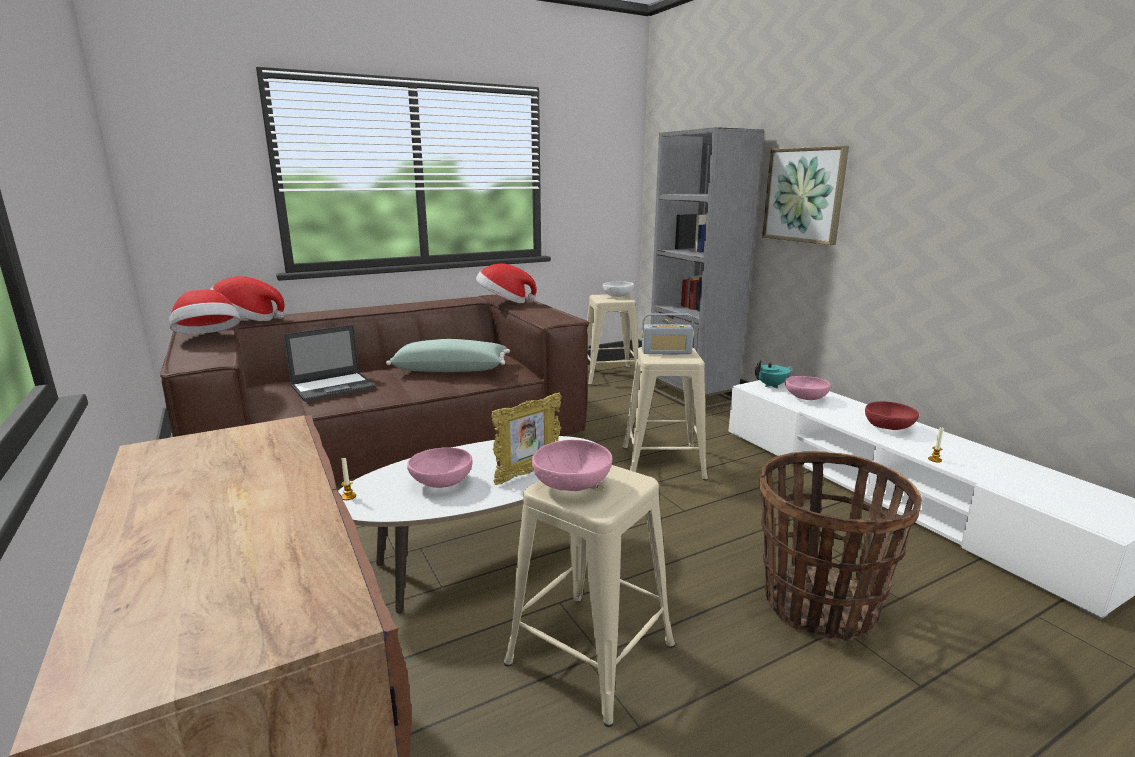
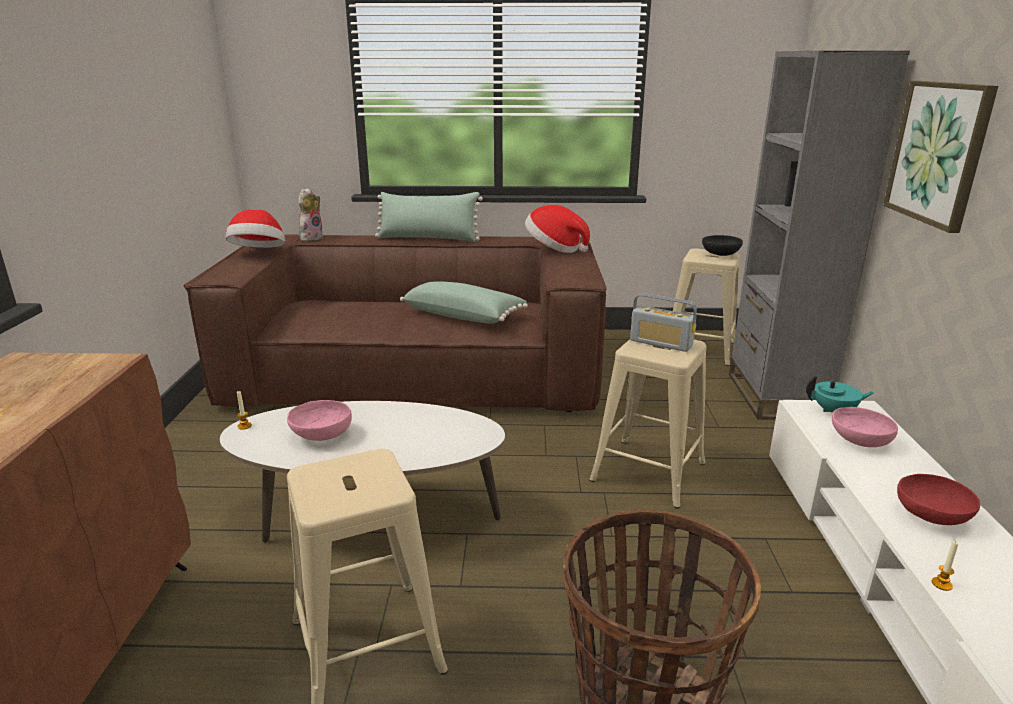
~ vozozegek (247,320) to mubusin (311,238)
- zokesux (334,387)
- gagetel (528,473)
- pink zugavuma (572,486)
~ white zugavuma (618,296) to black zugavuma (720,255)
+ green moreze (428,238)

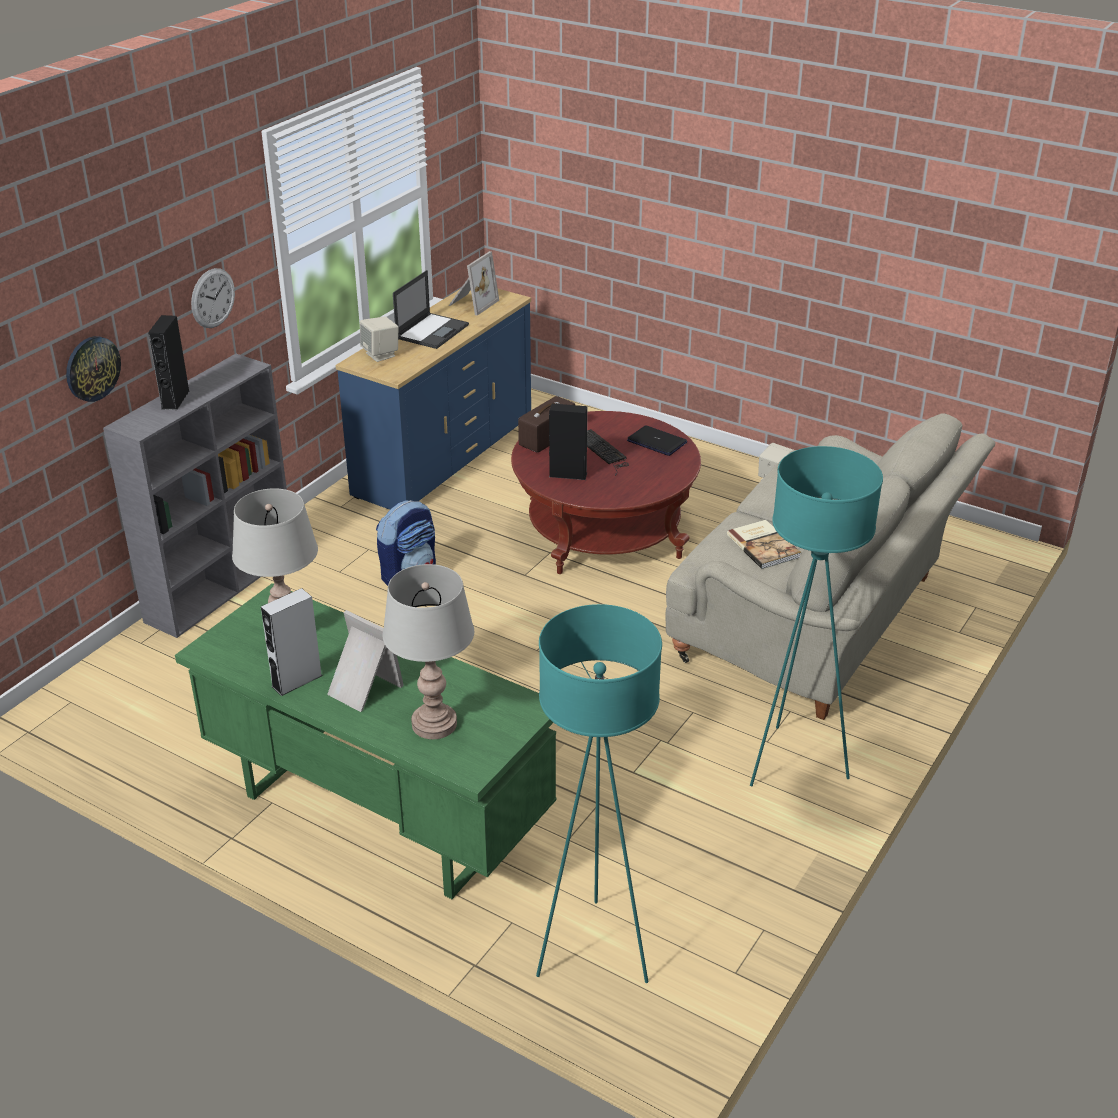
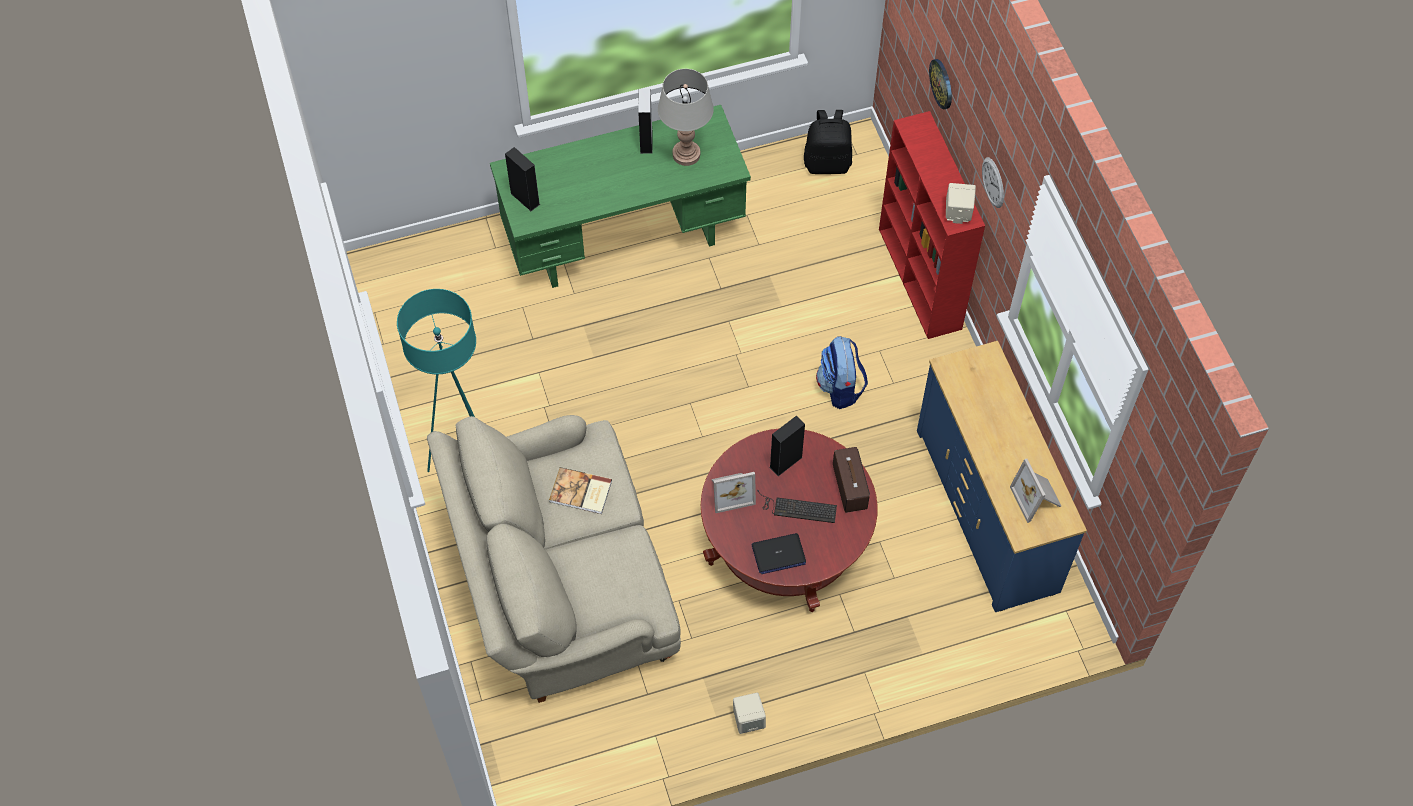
~ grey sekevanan (222,585) to red sekevanan (920,279)
~ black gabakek (175,400) to (525,198)
~ gagetel (361,689) to (730,491)
~ beige gabakek (381,354) to (957,213)
- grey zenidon (434,724)
- zokesux (432,331)
- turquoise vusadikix (594,950)
+ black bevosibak (827,163)

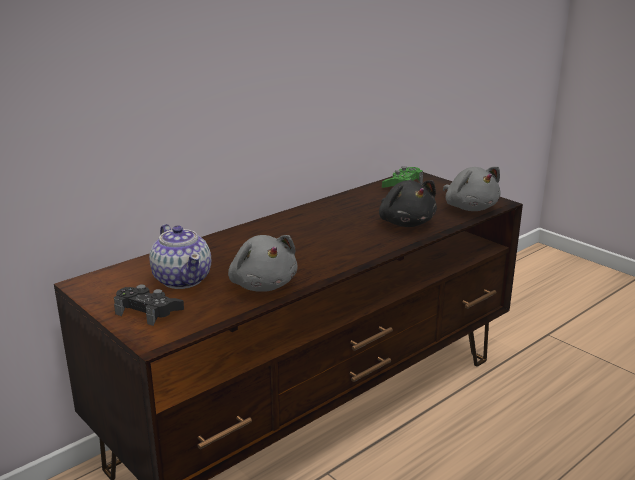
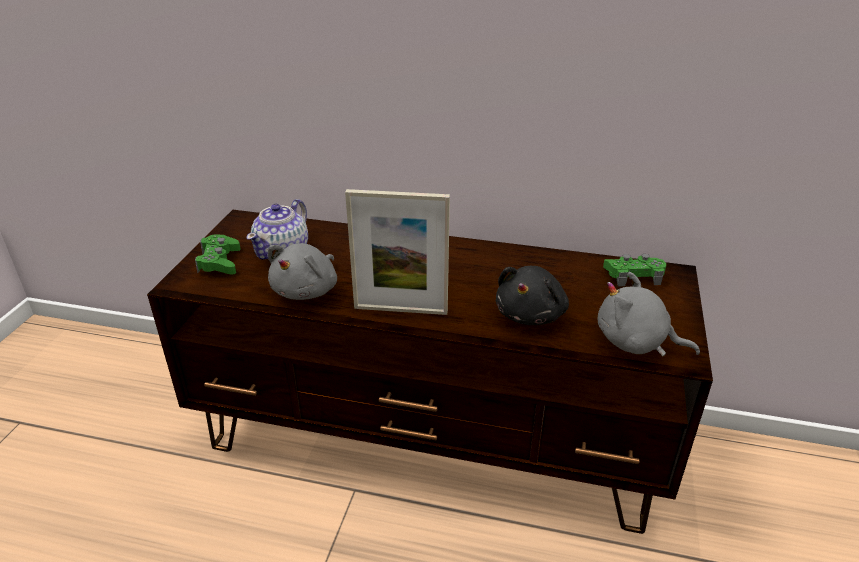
~ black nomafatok (148,311) to green nomafatok (219,262)
~ grey mubusin (469,207) = (636,343) 90 degrees clockwise
+ gagetel (400,310)

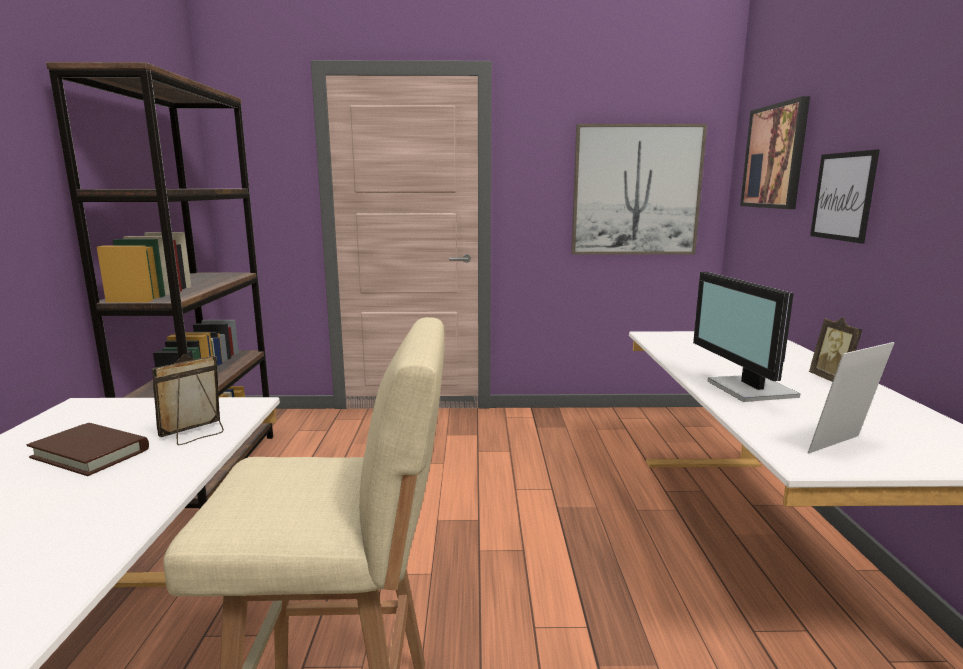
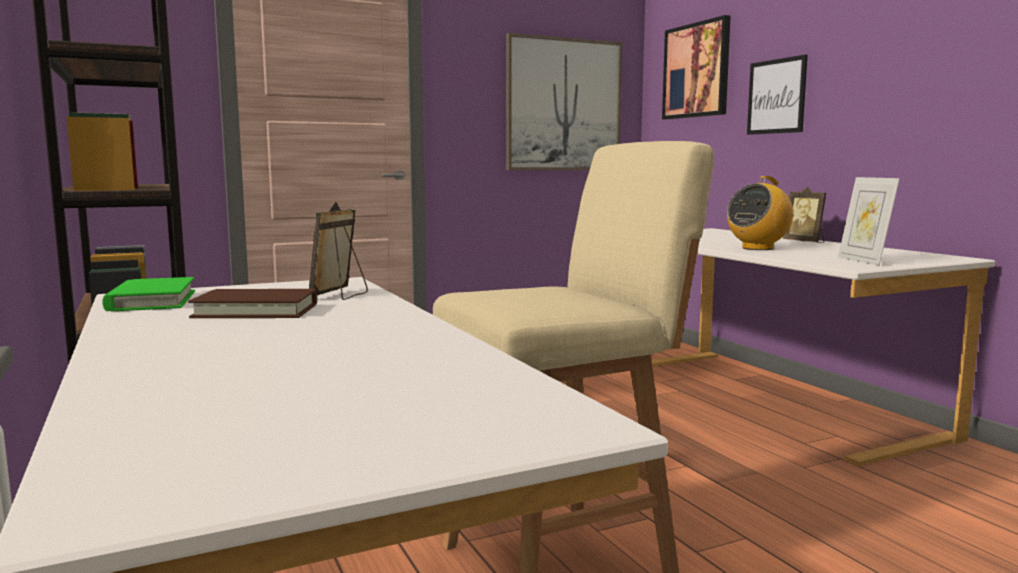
~ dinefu (749,389) to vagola (758,248)
~ gagetel (842,447) = (863,261) 45 degrees counterclockwise
+ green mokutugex (152,301)

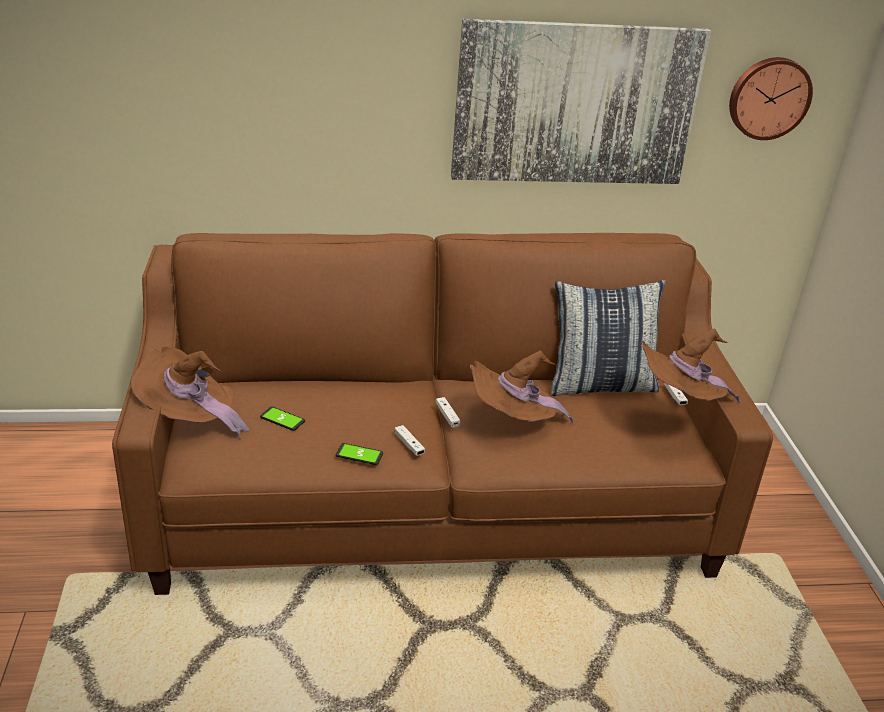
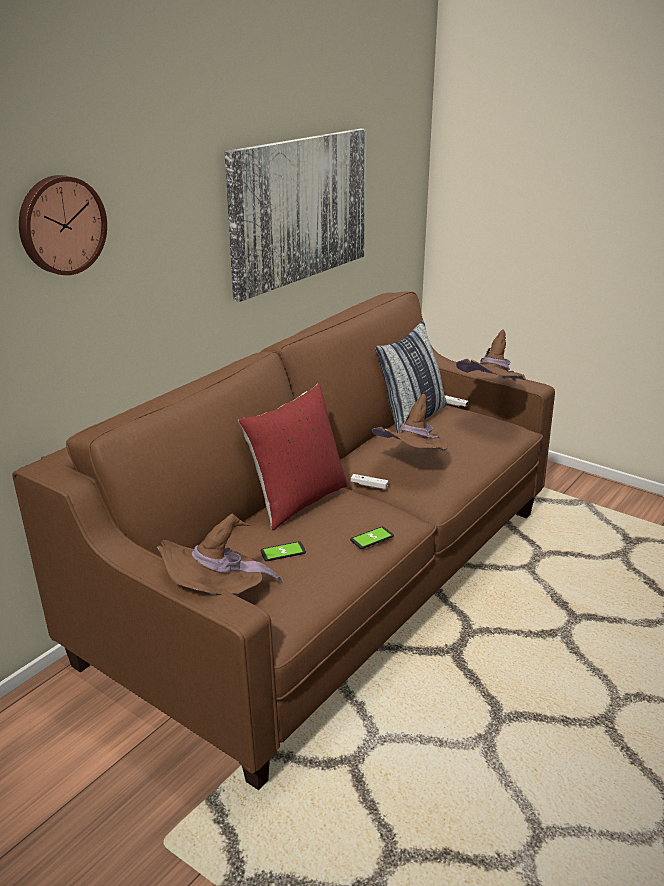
- white nomafatok (409,445)
~ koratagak (768,97) to (61,225)
+ red moreze (297,501)

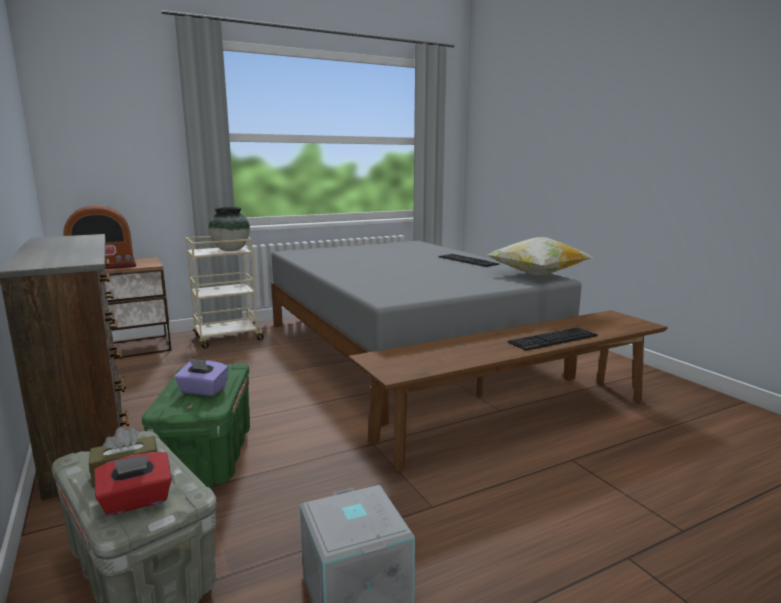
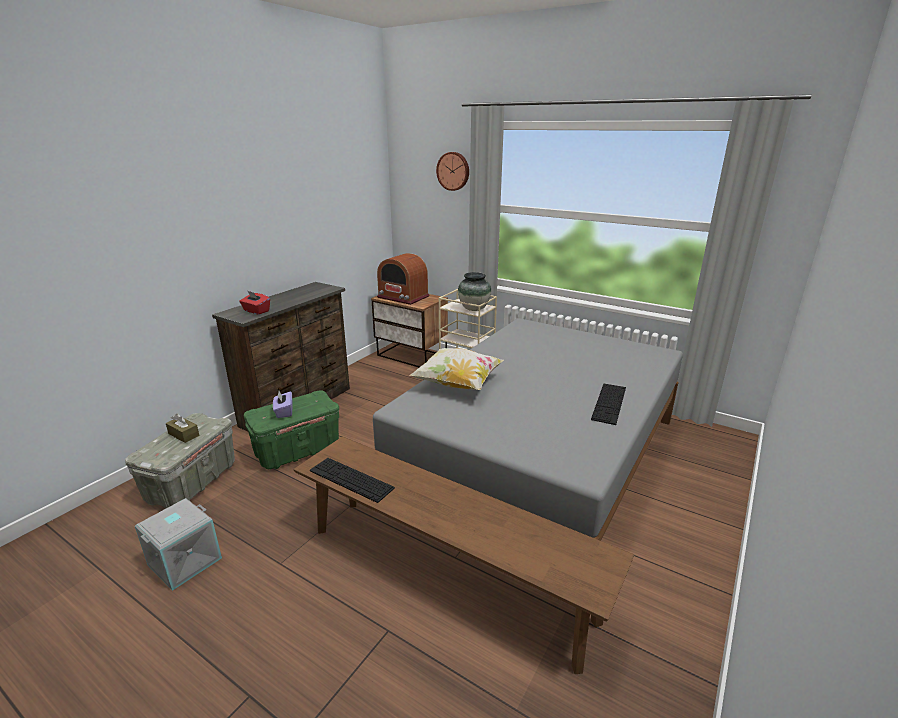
~ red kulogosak (136,501) to (256,311)
~ moreze (537,275) to (458,384)
~ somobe (553,339) to (351,479)
+ koratagak (453,171)

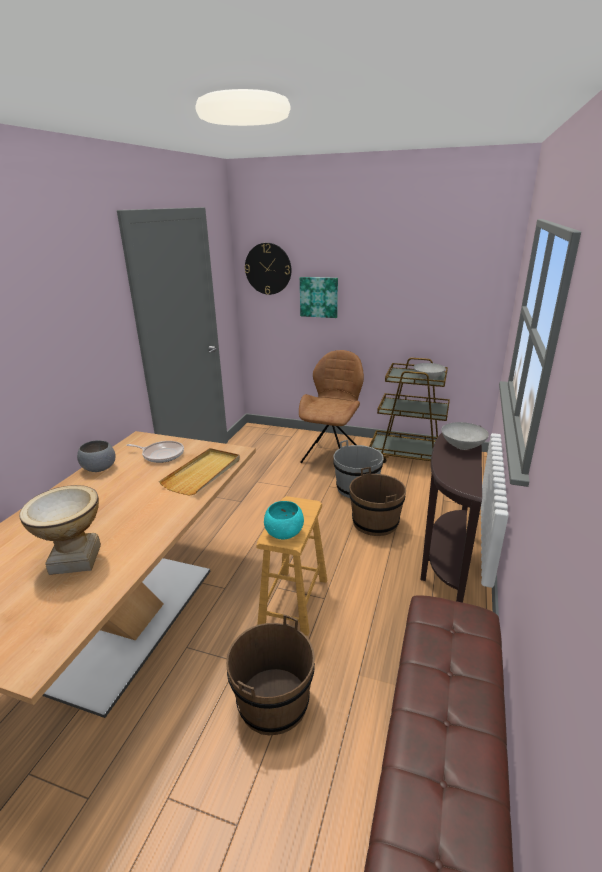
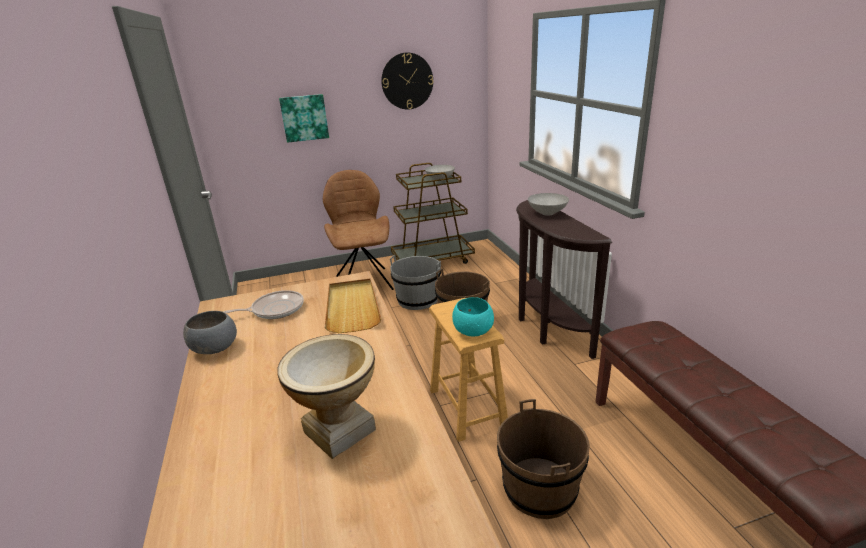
~ koratagak (268,269) to (407,81)

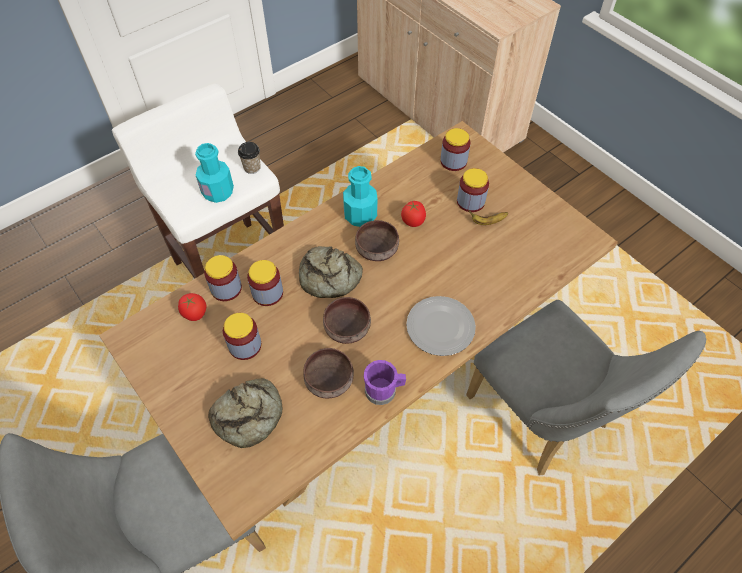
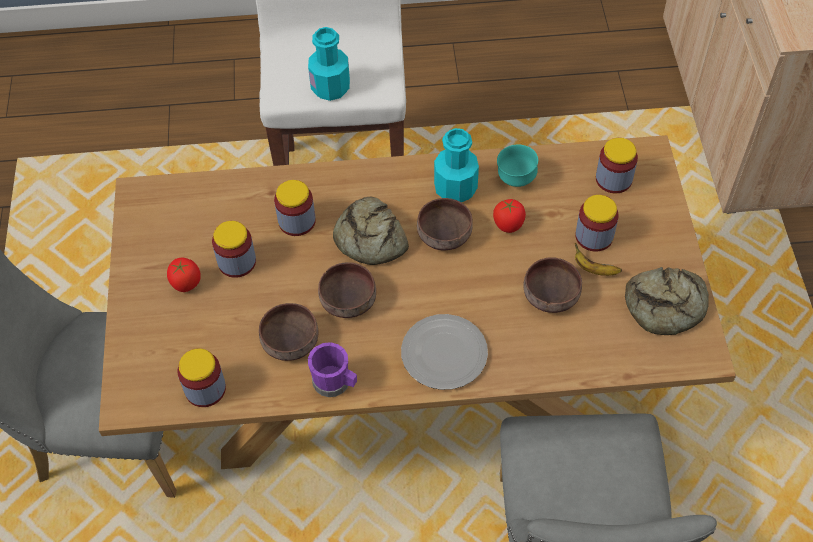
~ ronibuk (195,314) to (186,283)
~ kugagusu (226,288) to (205,389)
~ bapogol (249,416) to (666,306)
- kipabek (252,168)
+ turquoise zugavuma (515,179)
+ brown zugavuma (551,294)

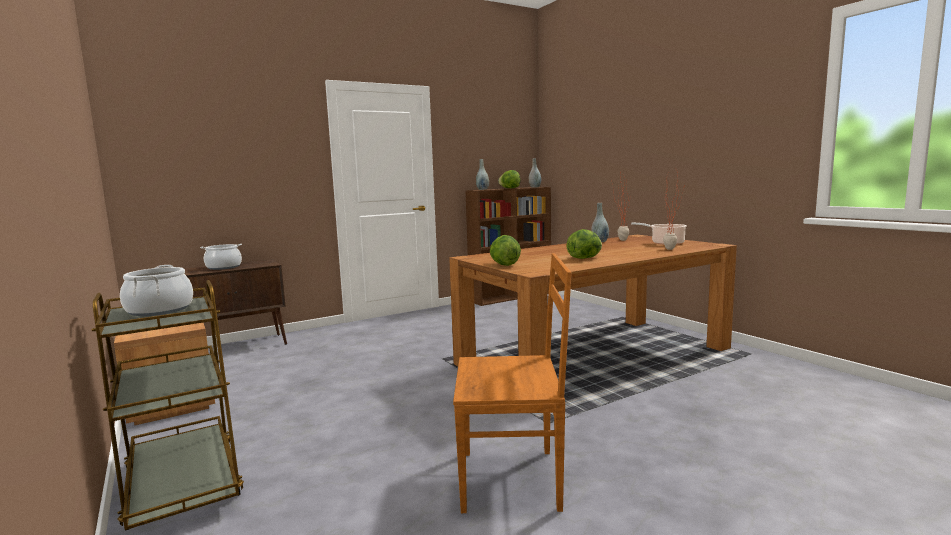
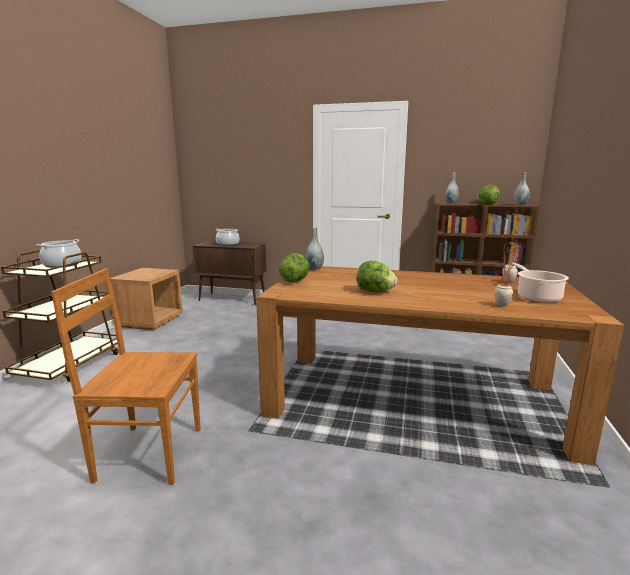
~ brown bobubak (513,479) = (147,453) 135 degrees clockwise
~ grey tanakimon (600,241) to (314,268)

